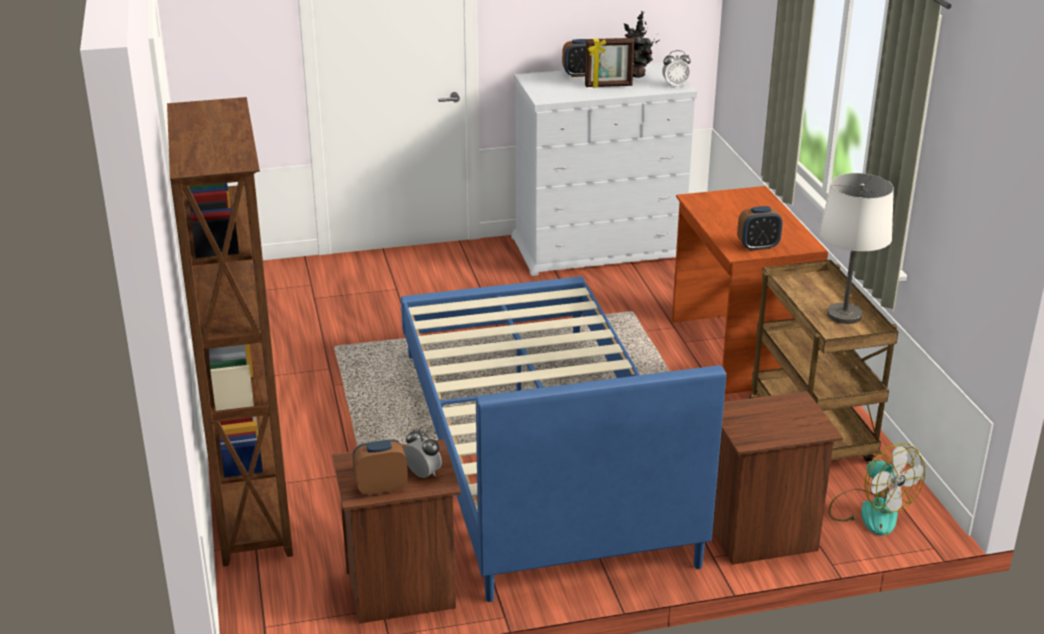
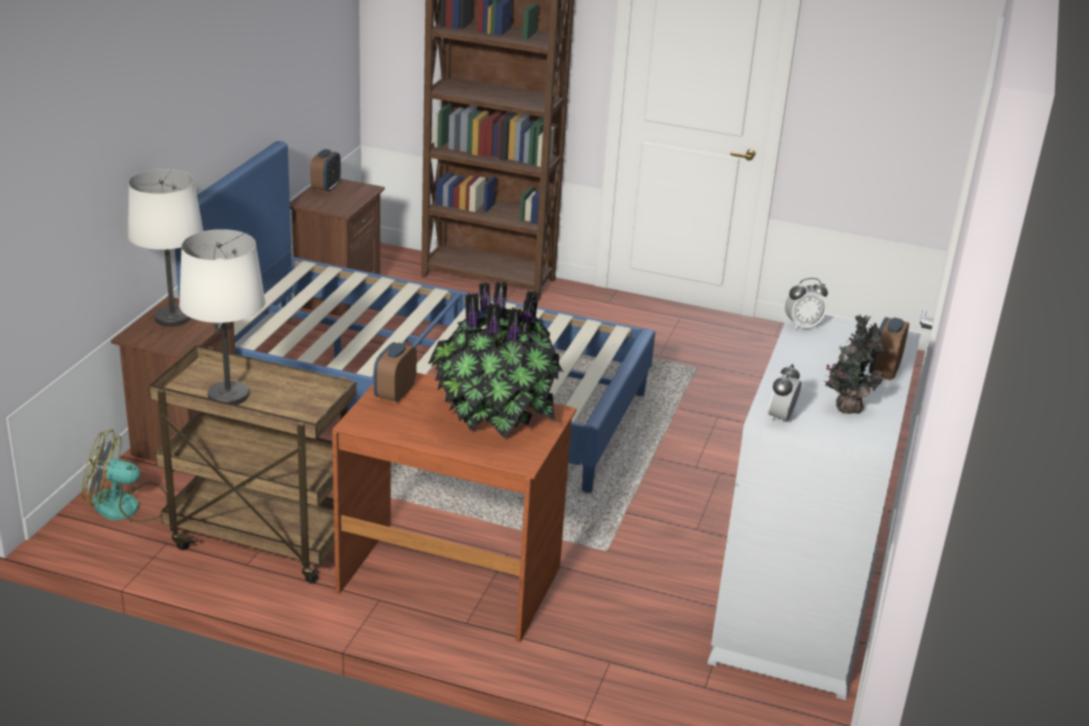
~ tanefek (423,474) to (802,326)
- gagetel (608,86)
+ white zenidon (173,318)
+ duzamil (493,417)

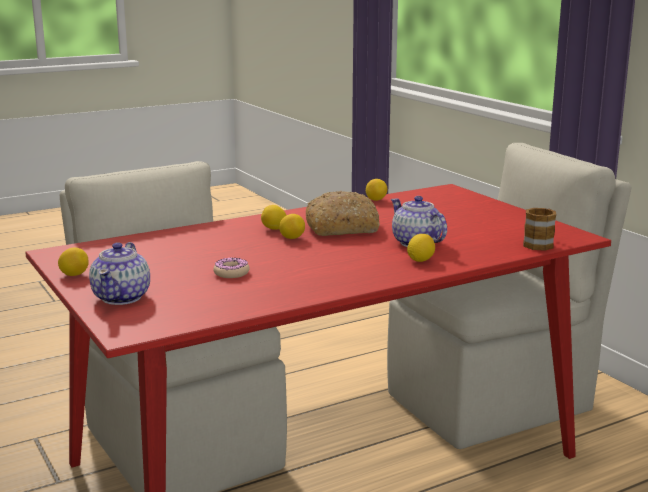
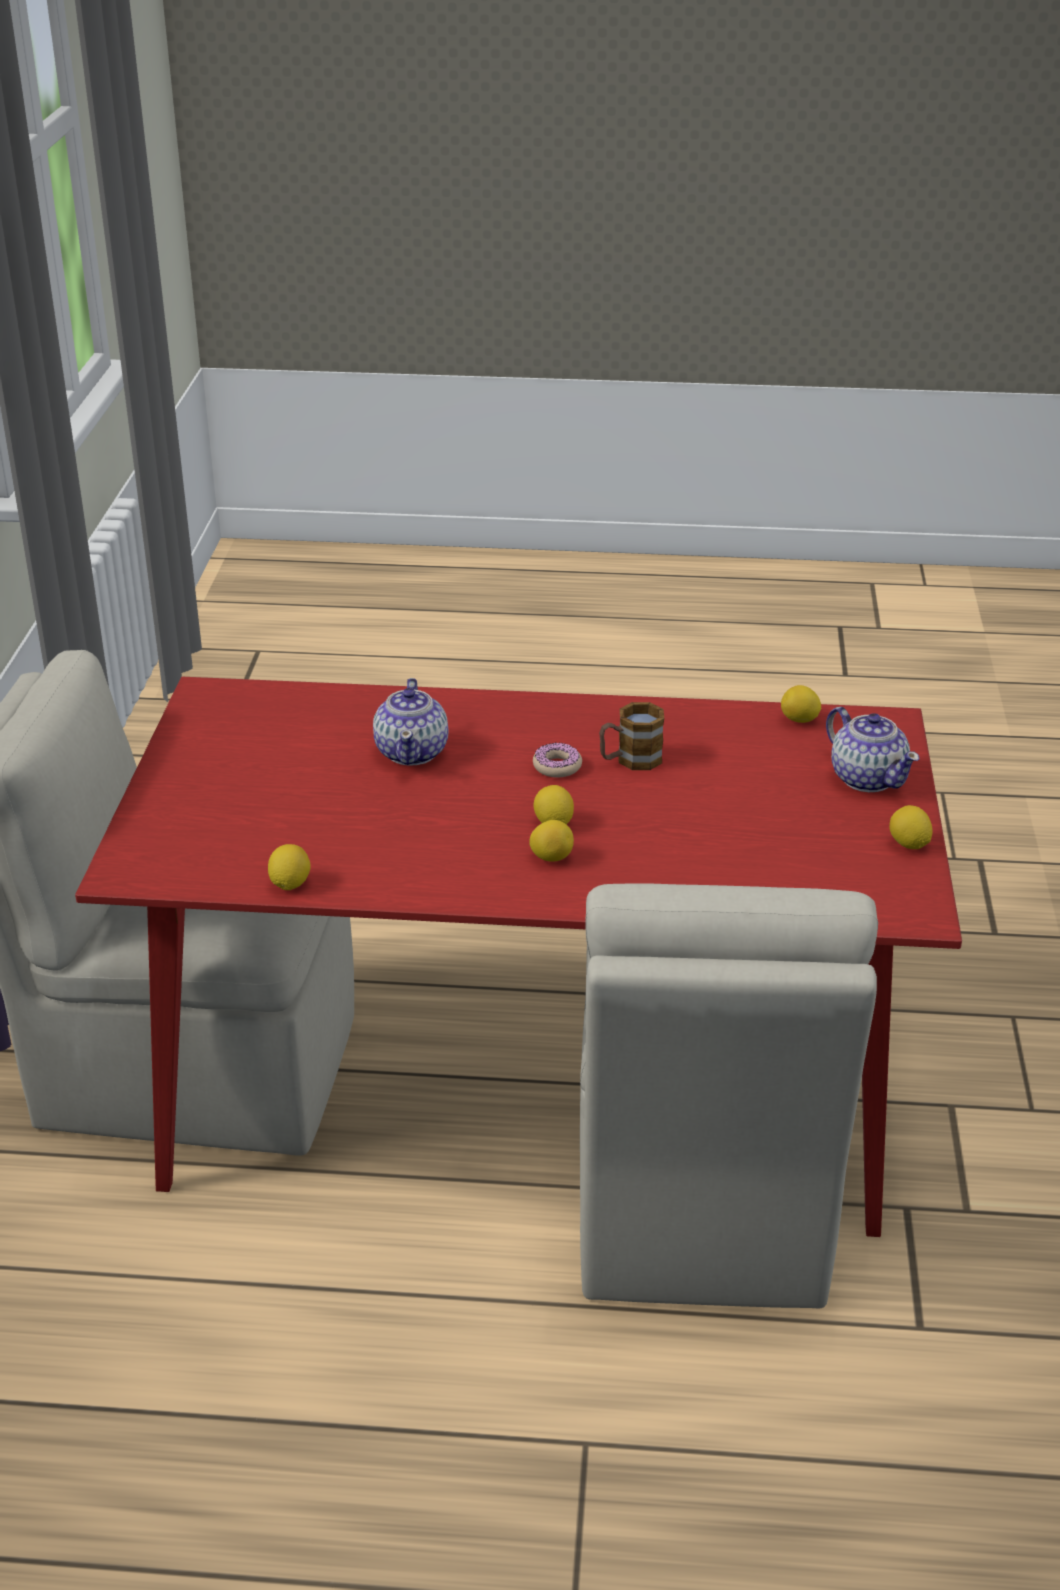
~ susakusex (122,297) = (867,778) 105 degrees clockwise
~ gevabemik (231,273) to (557,766)
- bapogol (343,227)
~ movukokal (420,260) to (799,720)
~ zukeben (540,243) to (630,760)

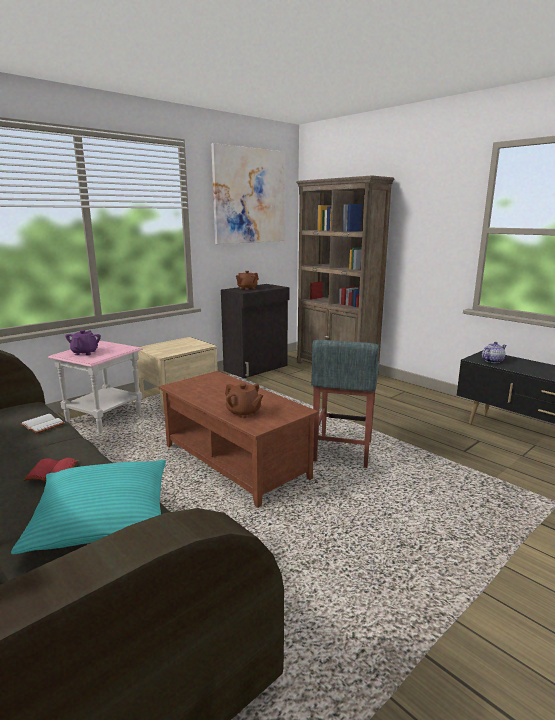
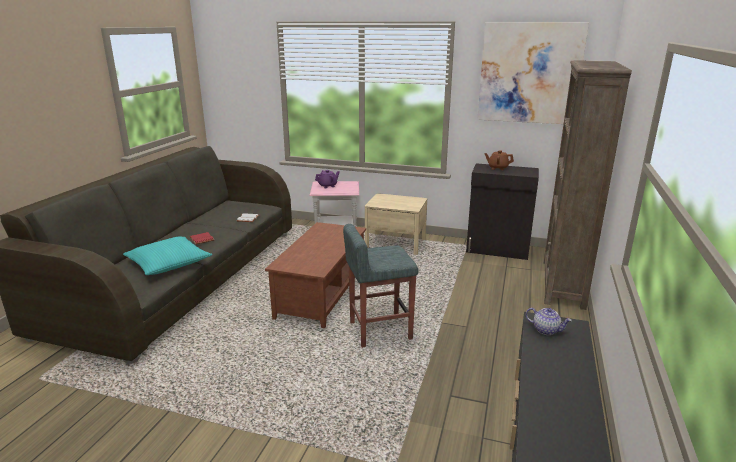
- brown susakusex (243,412)

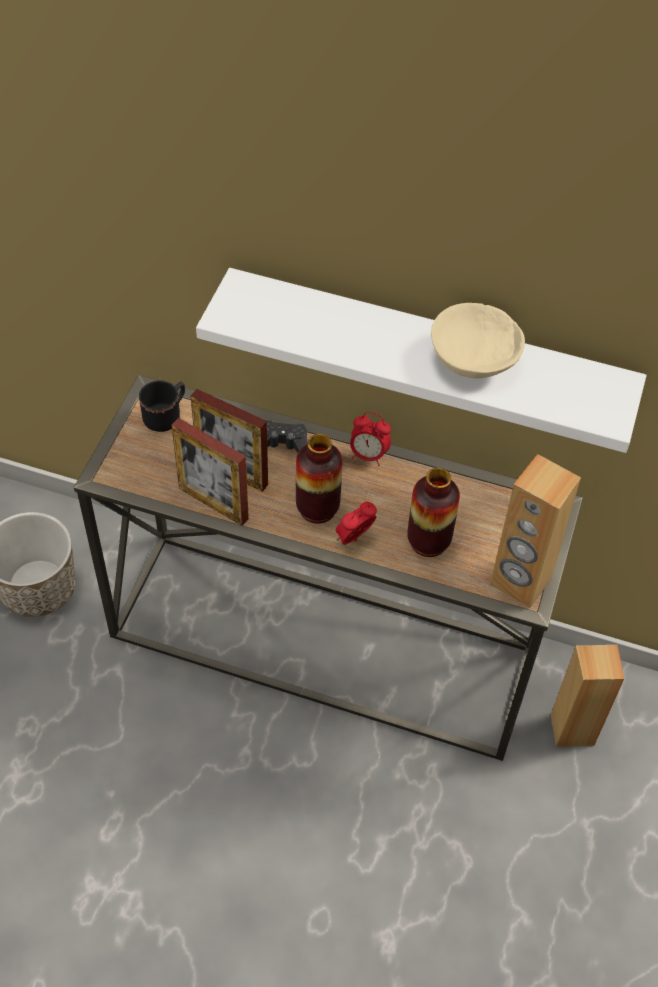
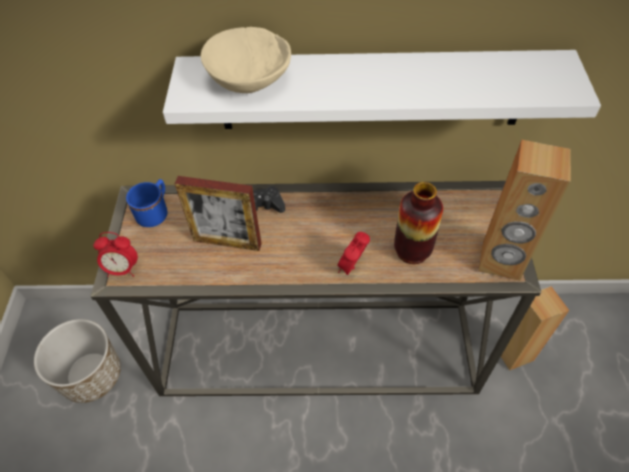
~ black zukeben (166,416) to blue zukeben (155,212)
- gagetel (213,503)
- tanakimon (317,508)
~ tanefek (368,455) to (123,269)
~ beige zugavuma (472,359) to (248,79)

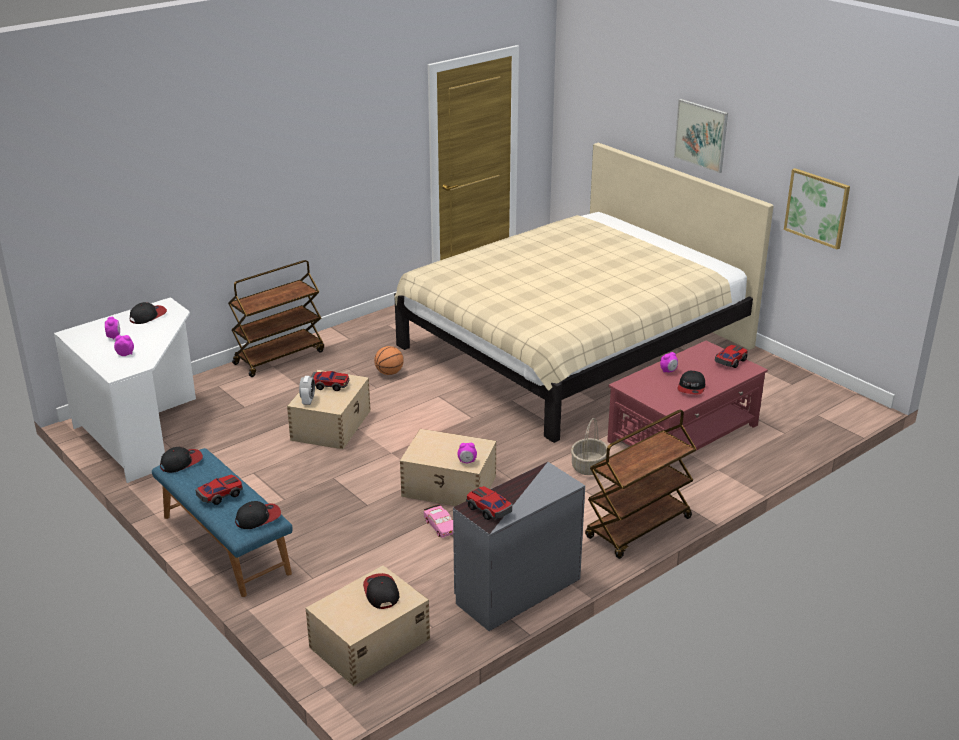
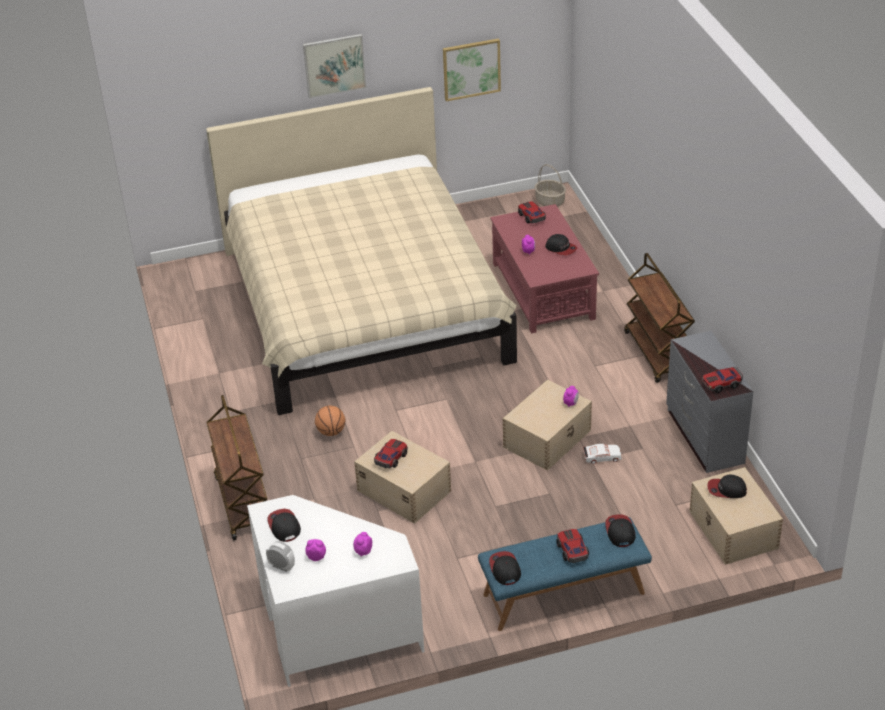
~ tanefek (308,401) to (281,566)
~ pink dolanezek (440,526) to white dolanezek (602,457)
~ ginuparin (589,467) to (550,201)

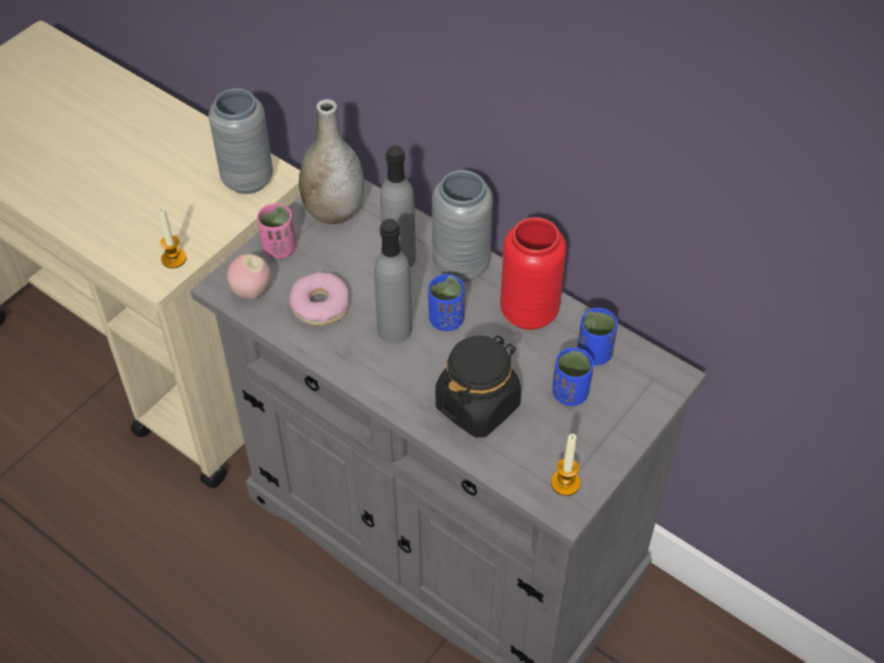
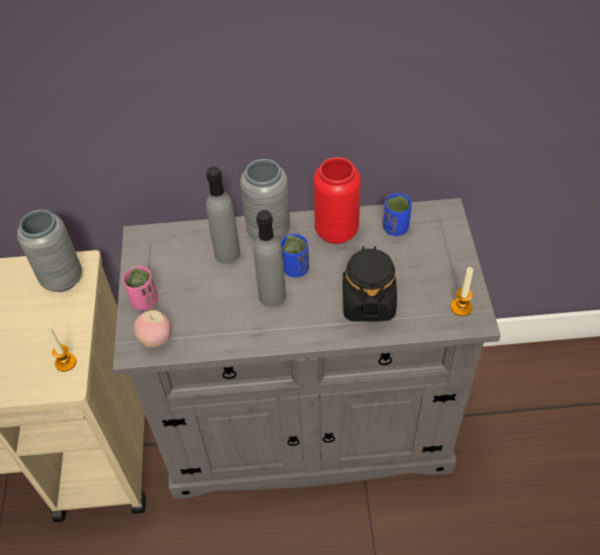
- gevabemik (320,305)
- grey tanakimon (334,211)
- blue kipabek (570,393)

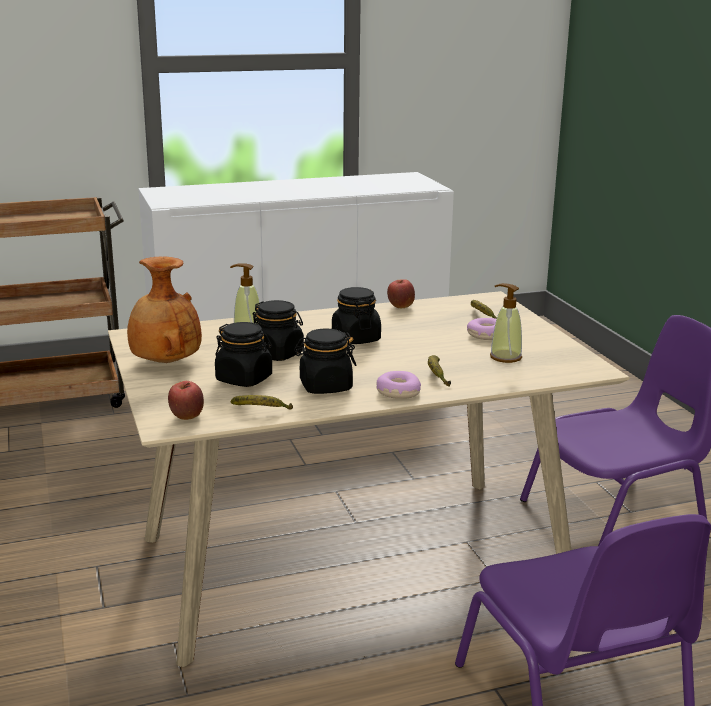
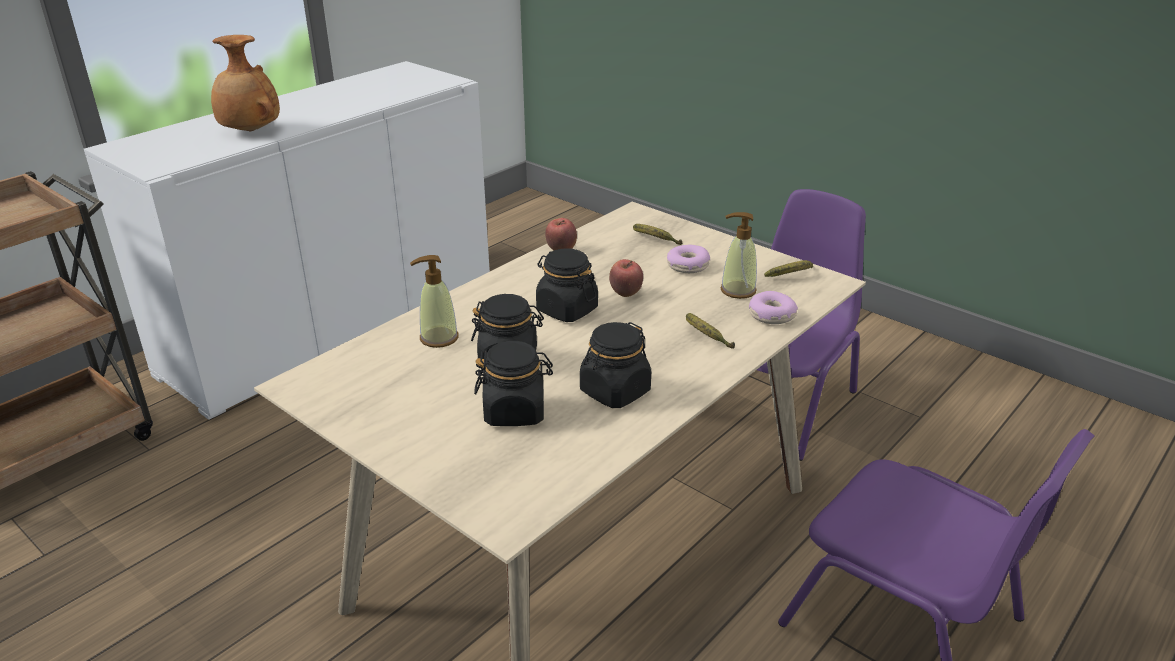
~ brown tanakimon (165,363) to (249,131)
~ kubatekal (187,417) to (625,294)
~ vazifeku (261,411) to (792,276)
~ gevabemik (397,392) to (771,315)

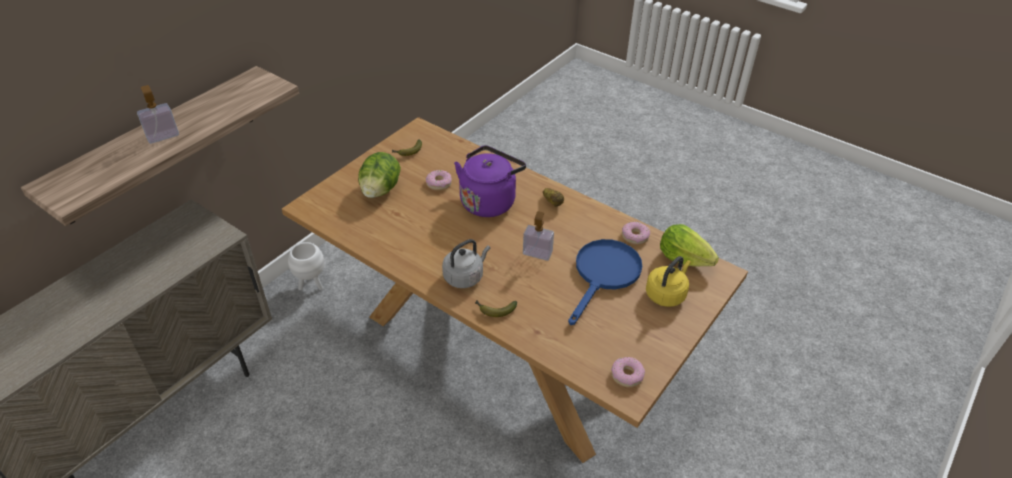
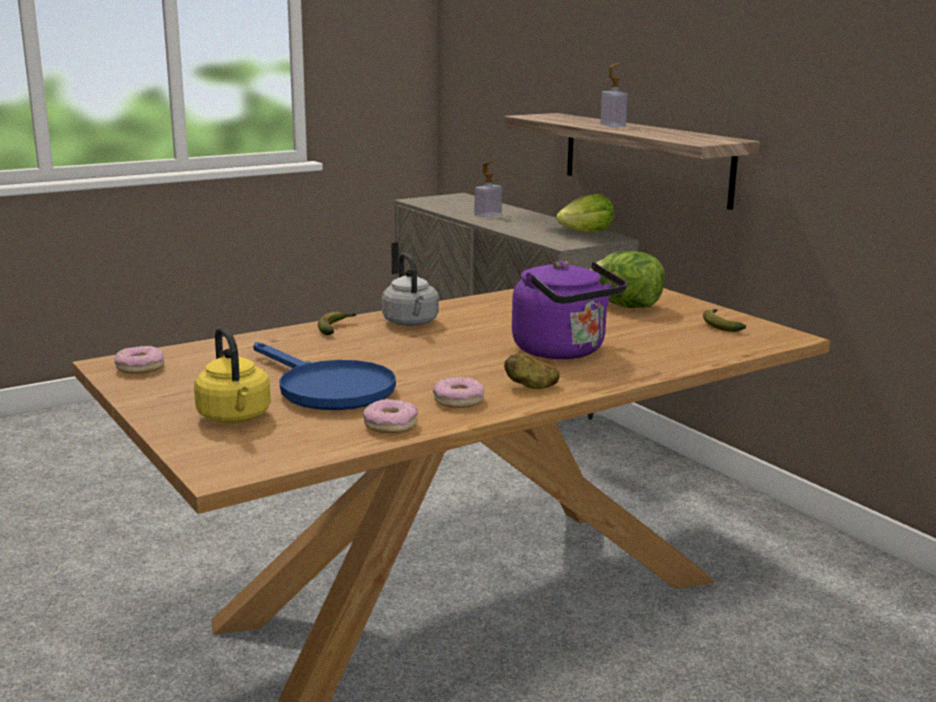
- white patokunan (311,284)
~ gevabemik (439,183) to (458,400)
~ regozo (537,253) to (488,215)
~ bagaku (683,258) to (587,233)

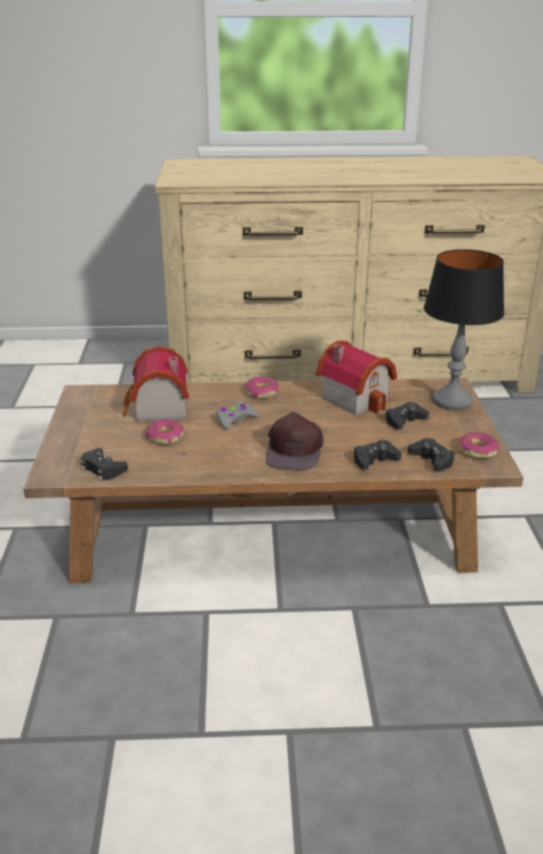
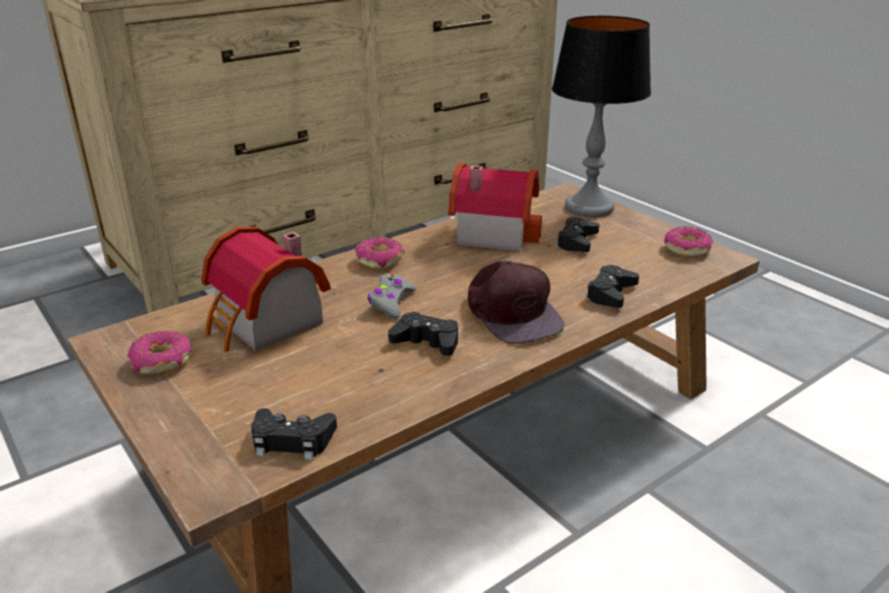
~ gevabemik (165,438) to (162,361)
~ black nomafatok (432,460) to (427,341)

